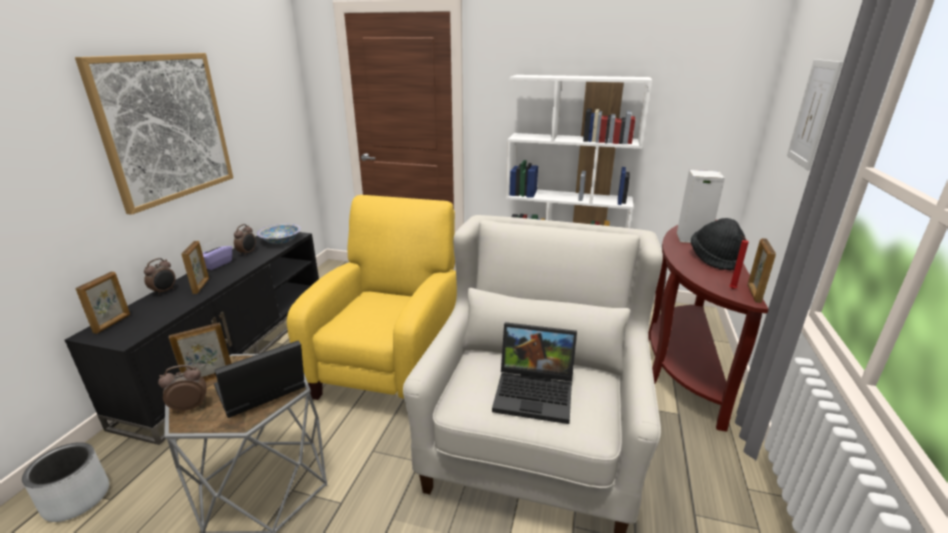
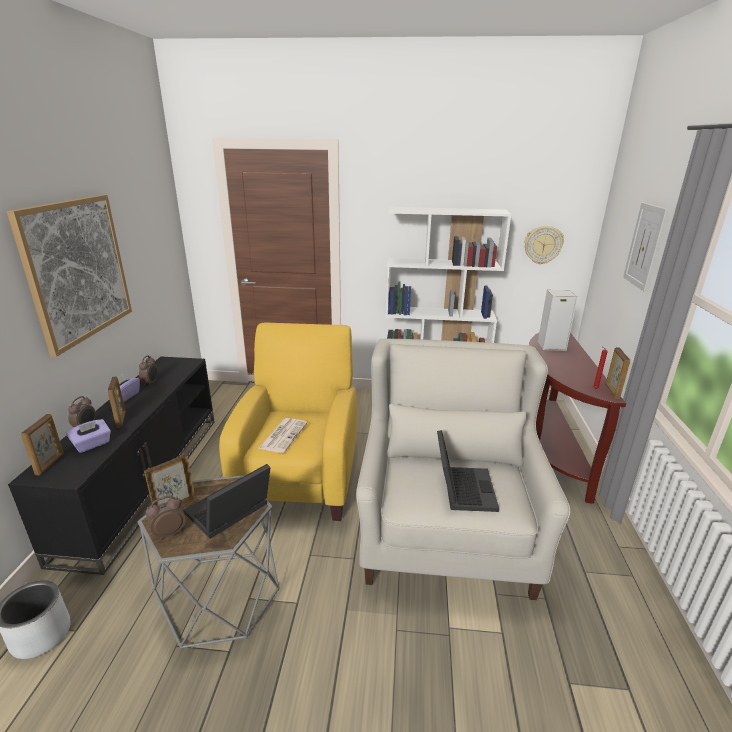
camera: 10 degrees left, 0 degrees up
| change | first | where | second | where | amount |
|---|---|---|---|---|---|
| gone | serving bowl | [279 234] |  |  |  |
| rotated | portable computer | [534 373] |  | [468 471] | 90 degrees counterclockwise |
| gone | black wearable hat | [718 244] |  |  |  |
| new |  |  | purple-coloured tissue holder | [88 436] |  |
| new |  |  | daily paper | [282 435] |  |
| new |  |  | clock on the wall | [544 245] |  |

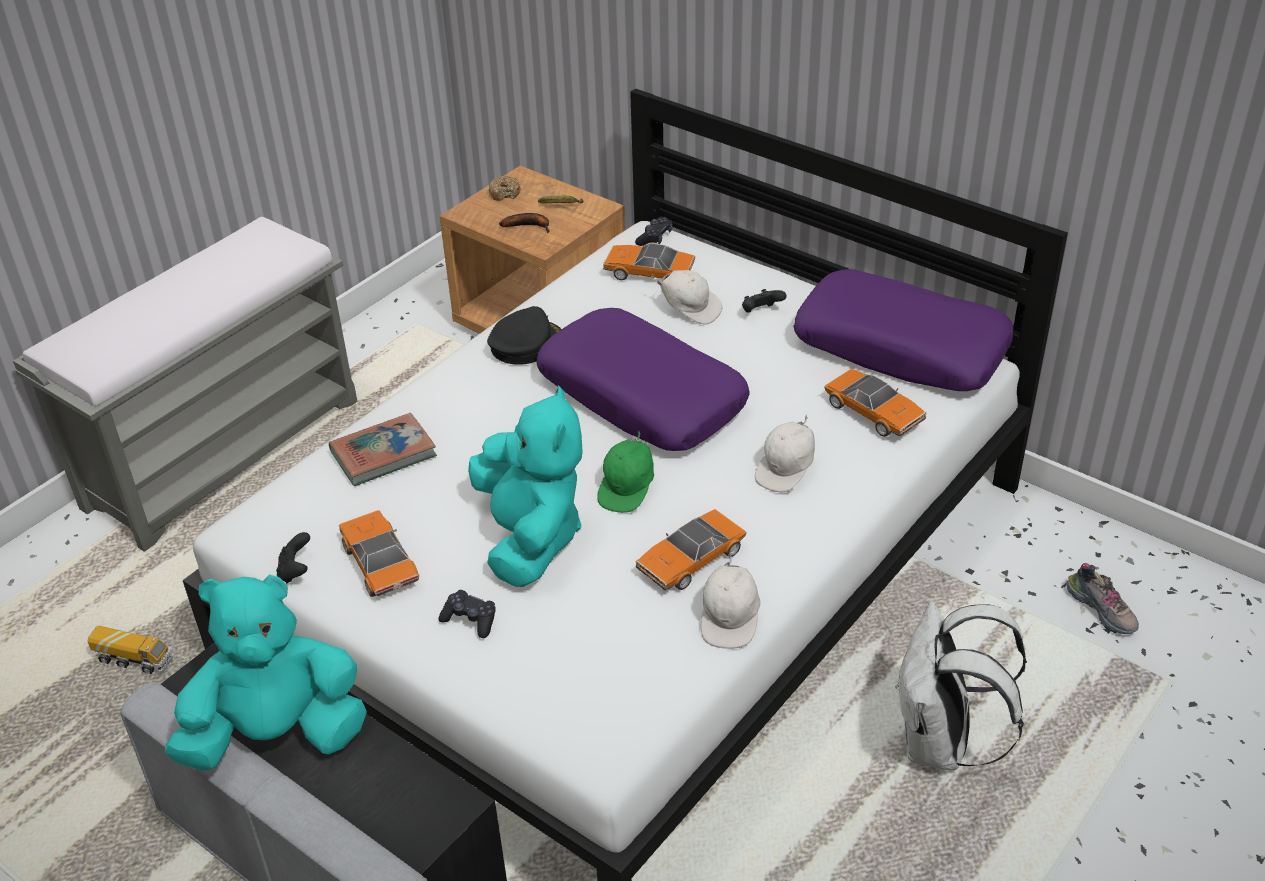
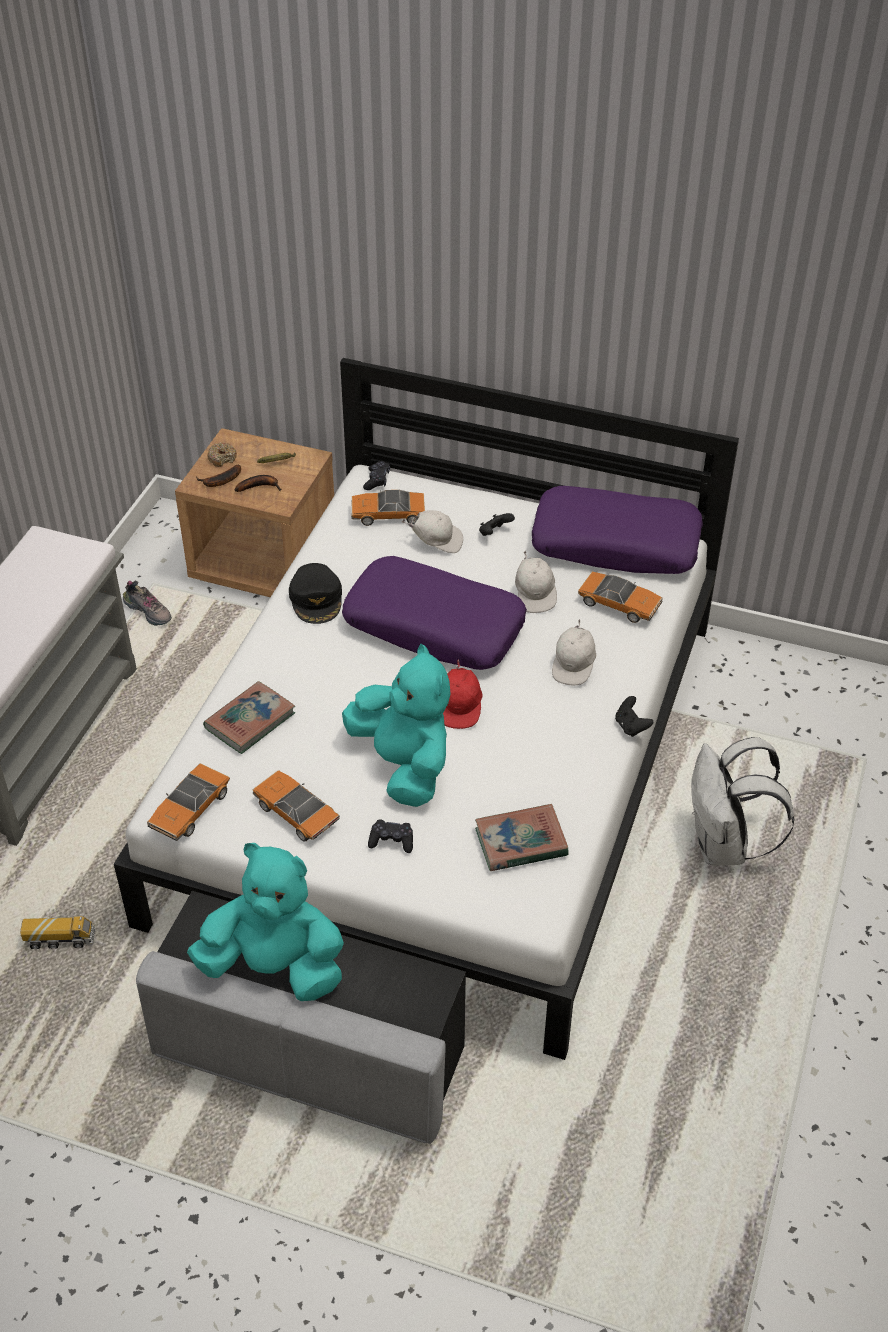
camera: 20 degrees left, 5 degrees up
| change | first | where | second | where | amount |
|---|---|---|---|---|---|
| rotated | turquoise cuddly toy | [266 672] |  | [265 922] | 45 degrees clockwise |
| shifted | black game controller | [293 557] |  | [634 716] |  |
| rotated | black peaked cap | [524 335] |  | [315 593] | 150 degrees clockwise |
| repainted | green-coloured peaked cap | [625 471] | red-coloured peaked cap | [462 694] |  |
| shifted | toy car | [691 549] |  | [188 802] |  |
| shifted | white-coloured peaked cap | [731 601] |  | [536 582] |  |
| shifted | item of footwear | [1102 598] |  | [147 603] |  |
| new |  |  | banana fruit | [218 476] |  |
| new |  |  | volume | [521 837] |  |

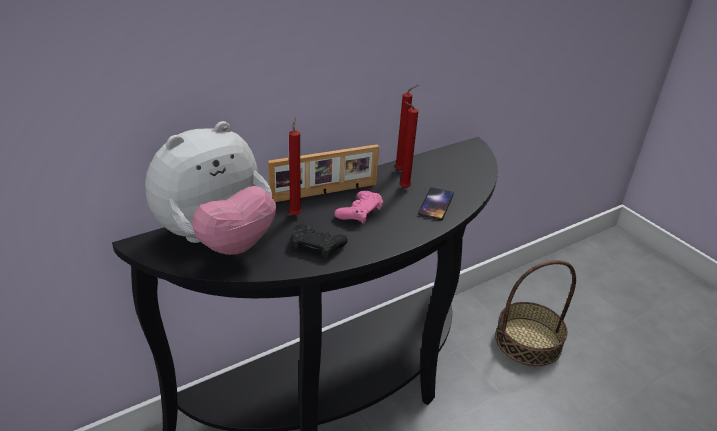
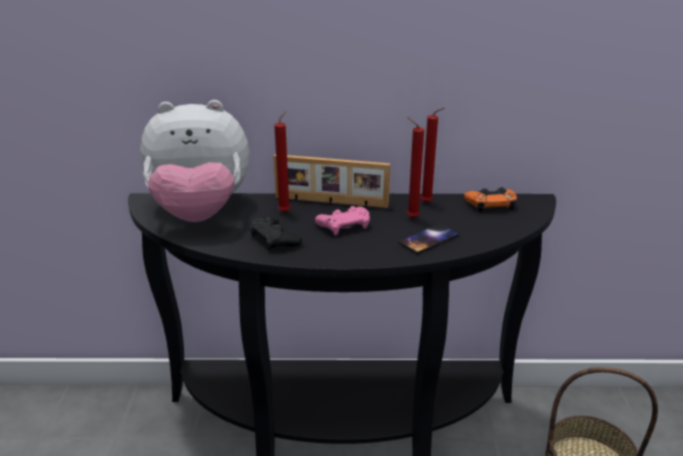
camera: 35 degrees right, 5 degrees down
| change | first | where | second | where | amount |
|---|---|---|---|---|---|
| new |  |  | orange-coloured game controller | [490 199] |  |

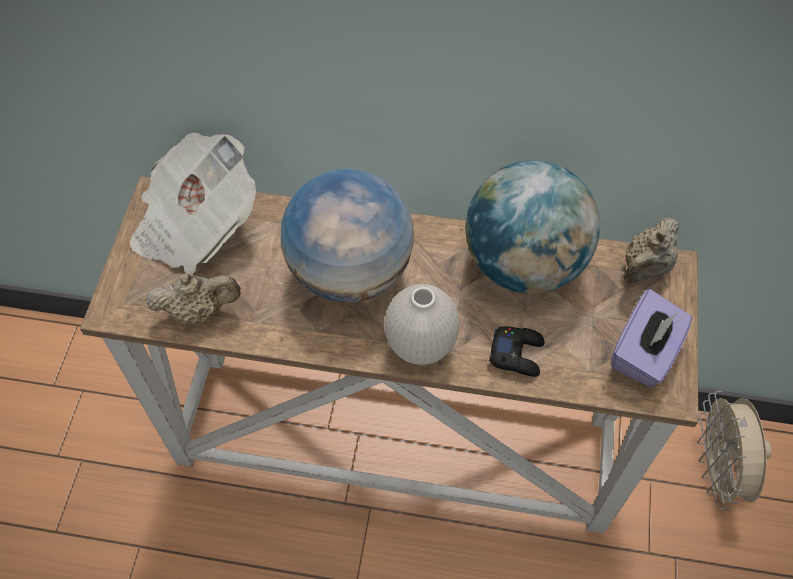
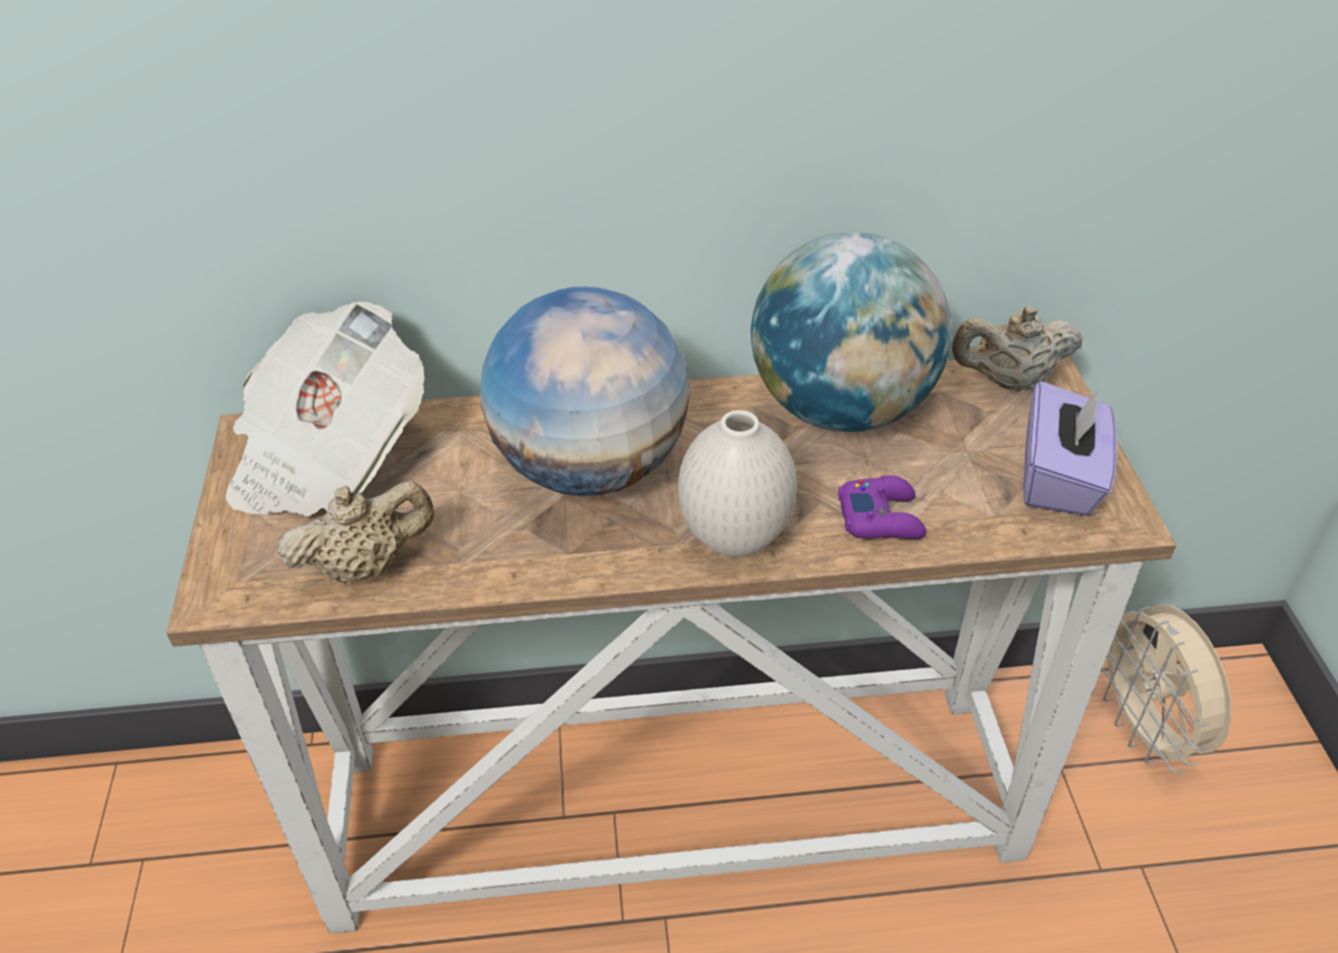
camera: 15 degrees left, 15 degrees down
| change | first | where | second | where | amount |
|---|---|---|---|---|---|
| repainted | black game controller | [517 351] | purple-coloured game controller | [882 507] |  |
| rotated | beige-coloured tea pot | [651 250] |  | [1017 349] | 60 degrees clockwise |

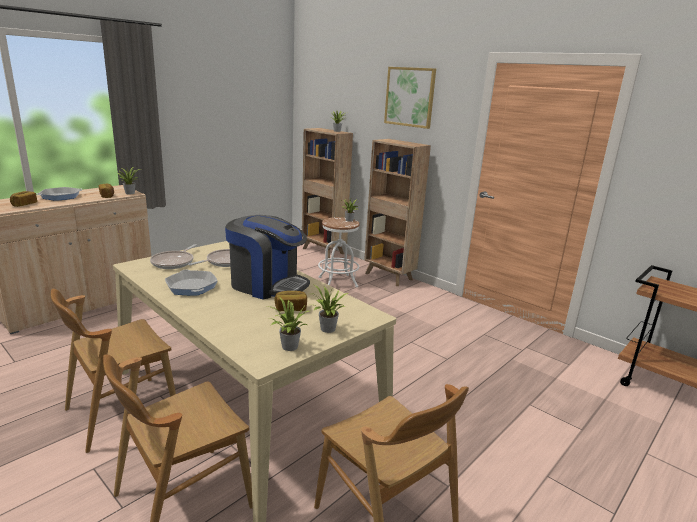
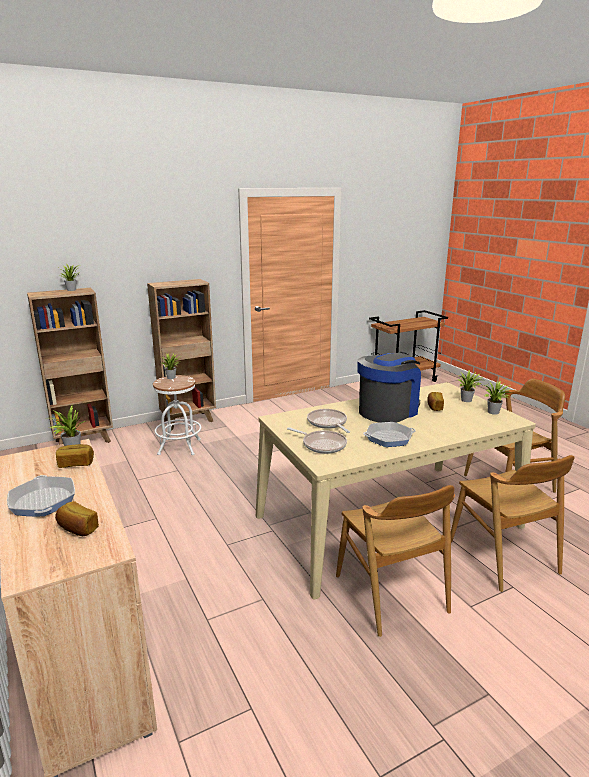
camera: 70 degrees left, 0 degrees up
| change | first | where | second | where | amount |
|---|---|---|---|---|---|
| gone | wall art | [410 98] |  |  |  |

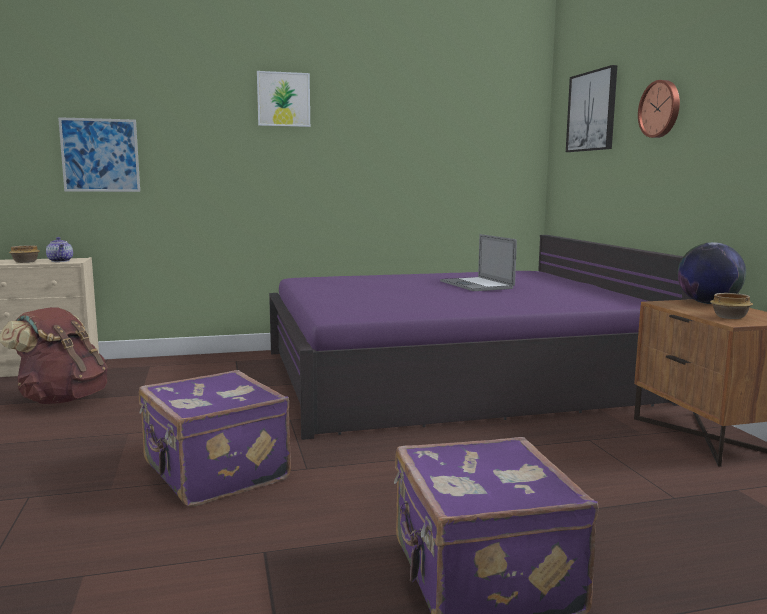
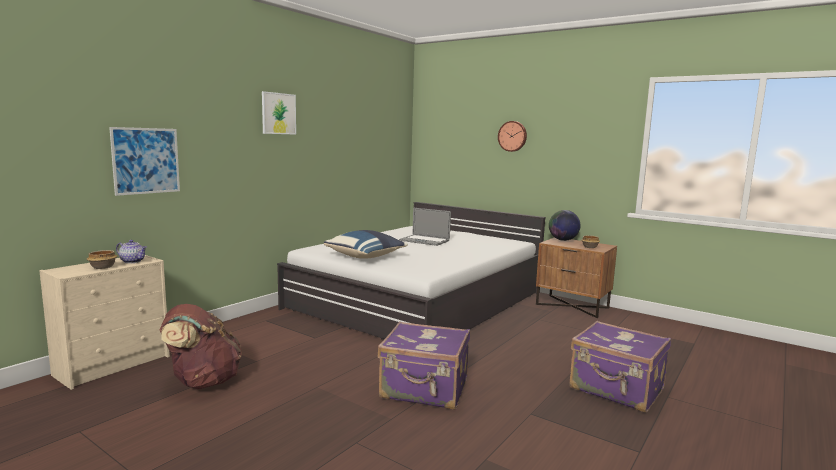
camera: 40 degrees left, 0 degrees up
| change | first | where | second | where | amount |
|---|---|---|---|---|---|
| repainted | purple-coloured sleeping bed | [480 337] | white-coloured sleeping bed | [411 271] |  |
| gone | wall art | [591 108] |  |  |  |
| new |  |  | bluish throw pillow | [366 244] |  |

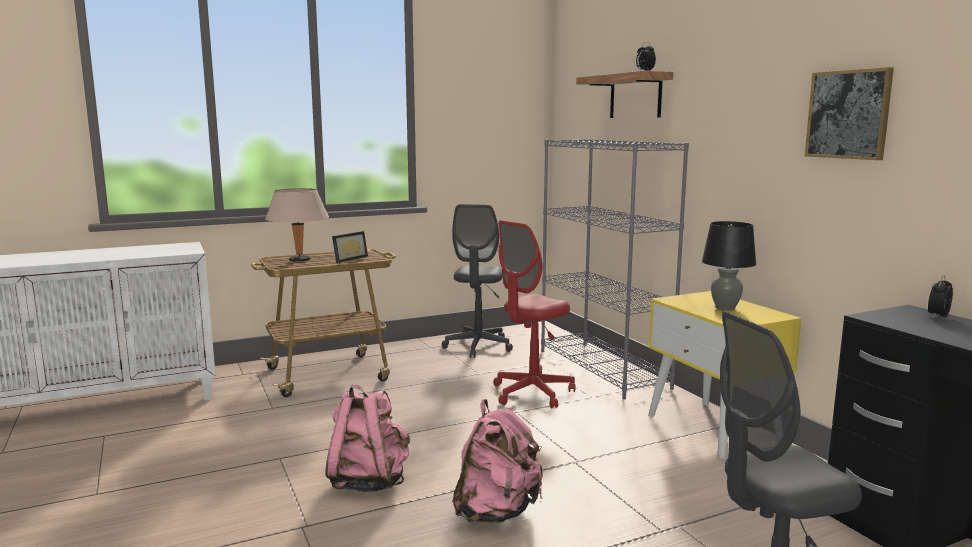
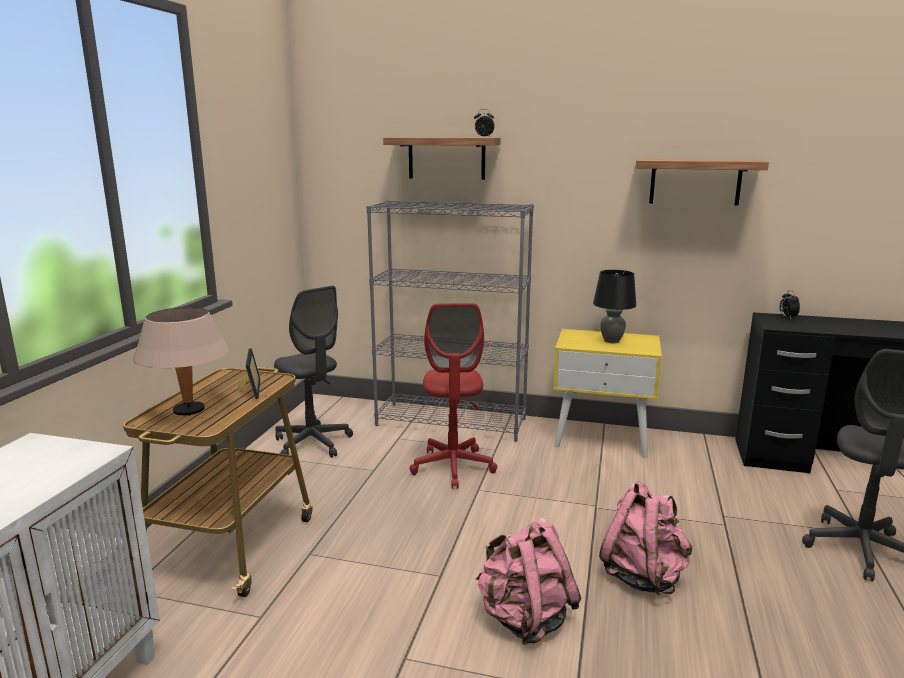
camera: 50 degrees left, 5 degrees up
| change | first | where | second | where | amount |
|---|---|---|---|---|---|
| swapped | wall art | [849 113] | wall shelf | [702 182] |  |

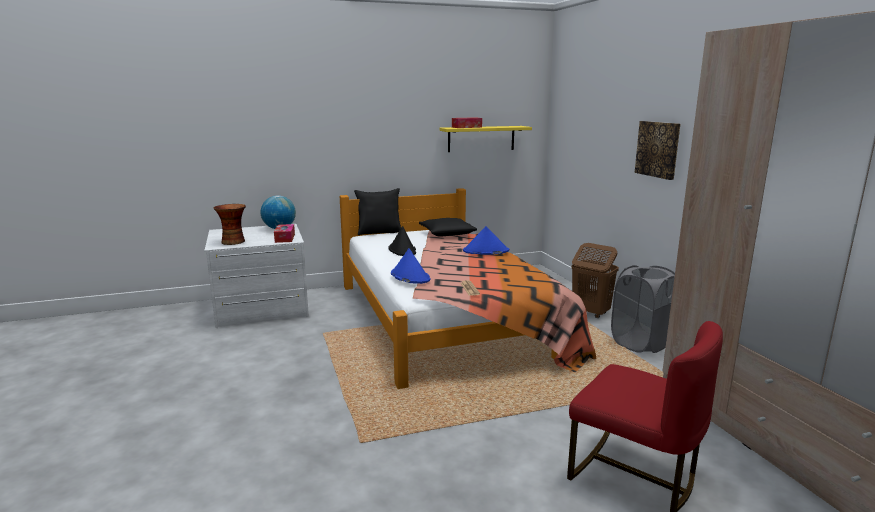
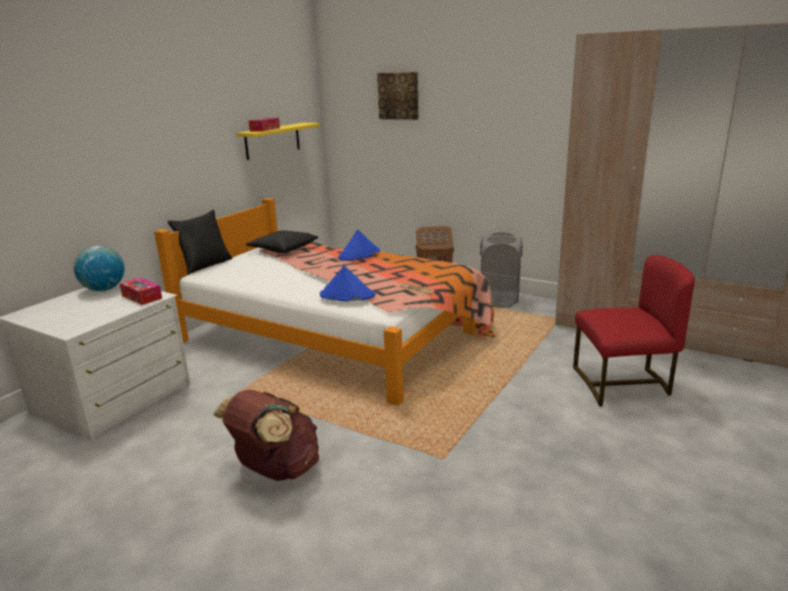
camera: 40 degrees left, 5 degrees up
| change | first | where | second | where | amount |
|---|---|---|---|---|---|
| gone | decorative vase | [229 224] |  |  |  |
| gone | black wearable hat | [402 241] |  |  |  |
| shifted | wall art | [657 150] |  | [398 96] |  |
| new |  |  | brownish backpack | [266 435] |  |

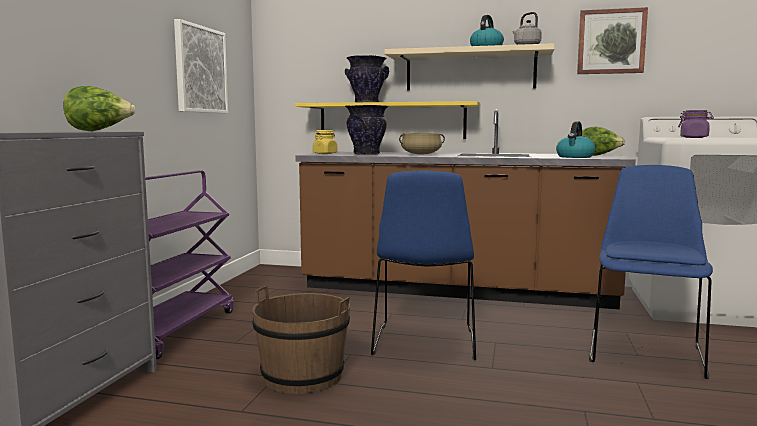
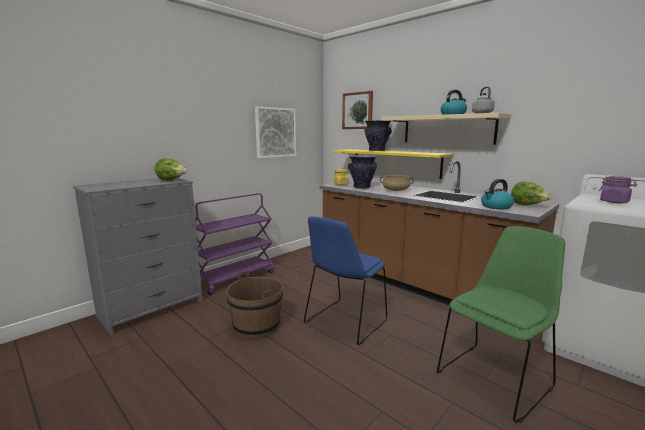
camera: 30 degrees right, 5 degrees up
| change | first | where | second | where | amount |
|---|---|---|---|---|---|
| shifted | wall art | [612 40] |  | [357 110] |  |
| repainted | bluish upright chair | [651 272] | green-coloured upright chair | [501 324] |  |

